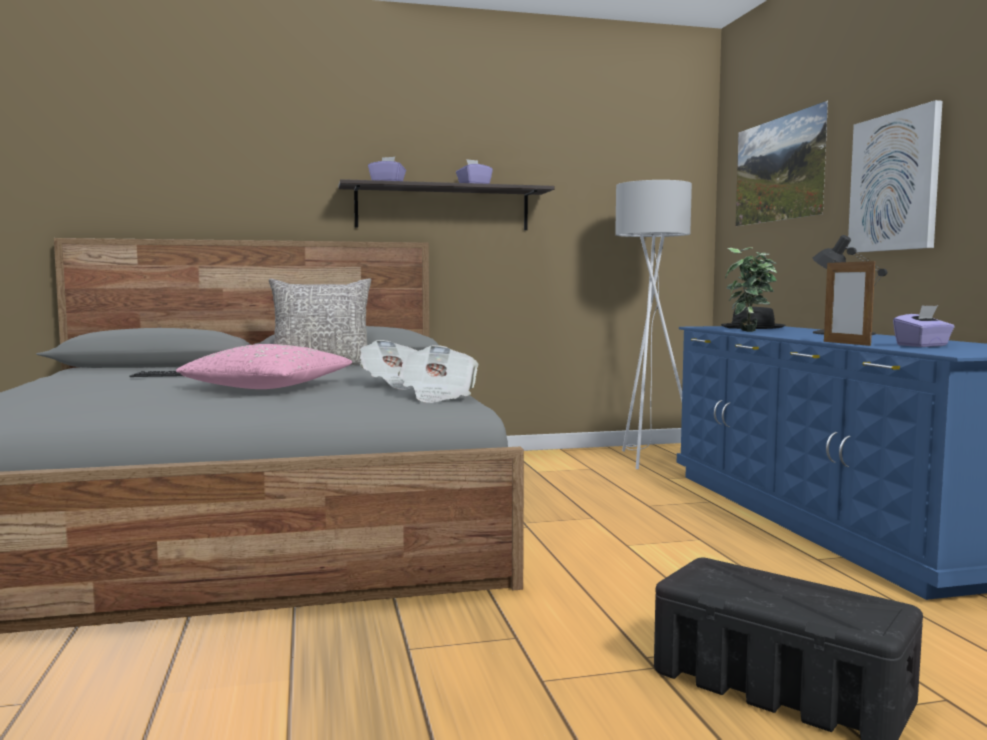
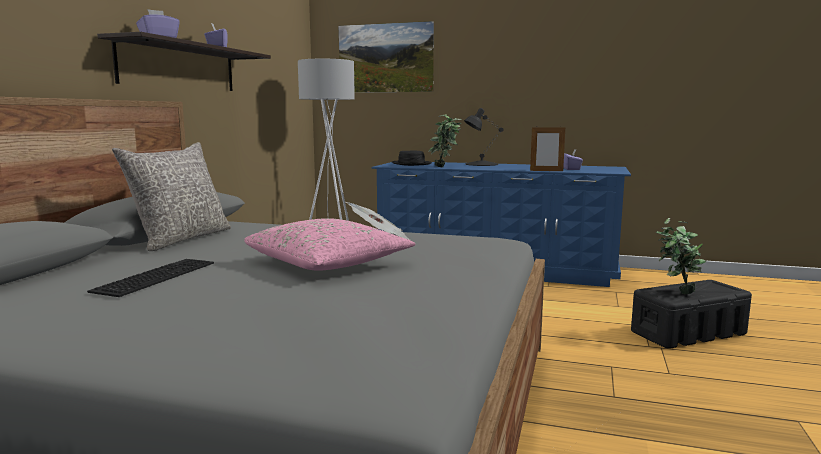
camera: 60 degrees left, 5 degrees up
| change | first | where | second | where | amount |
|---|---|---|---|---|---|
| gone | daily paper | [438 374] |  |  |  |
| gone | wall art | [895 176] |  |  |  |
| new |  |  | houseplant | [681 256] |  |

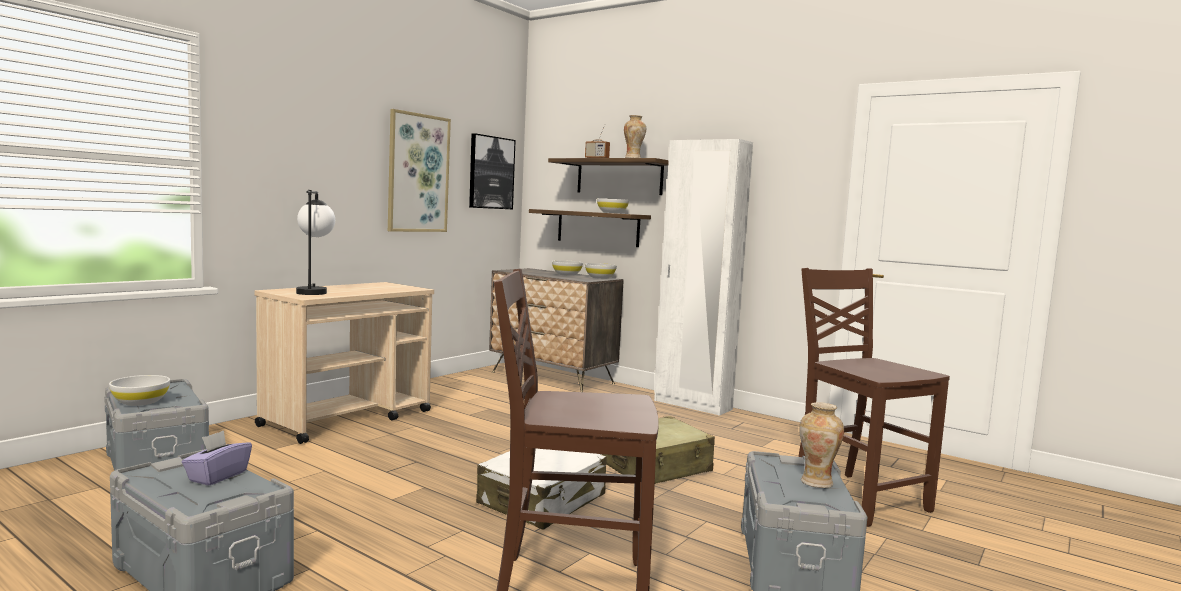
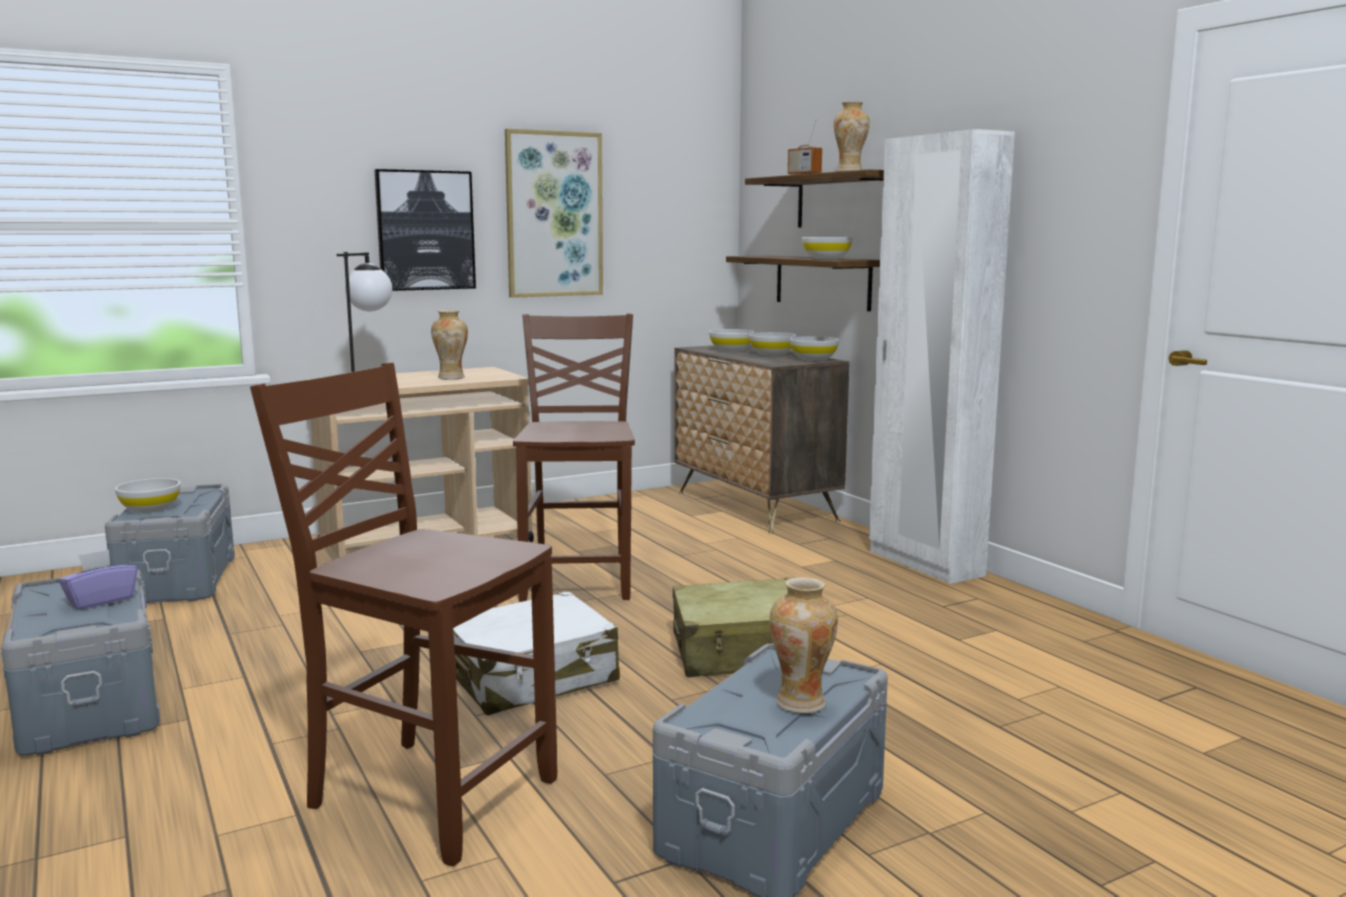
camera: 25 degrees right, 5 degrees up
| change | first | where | second | where | amount |
|---|---|---|---|---|---|
| shifted | wall art | [492 171] |  | [425 230] |  |
| shifted | brownish upright chair | [874 397] |  | [574 458] |  |
| new |  |  | decorative vase | [449 345] |  |
| new |  |  | white-coloured serving bowl | [731 340] |  |

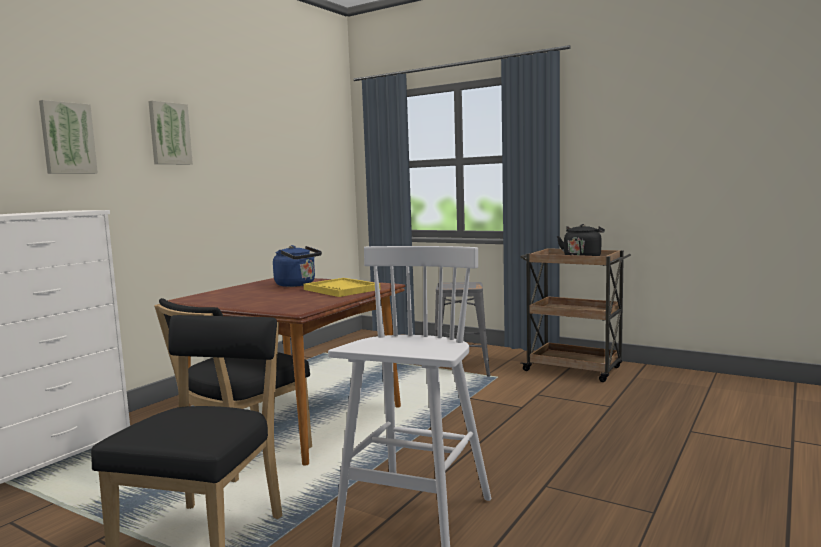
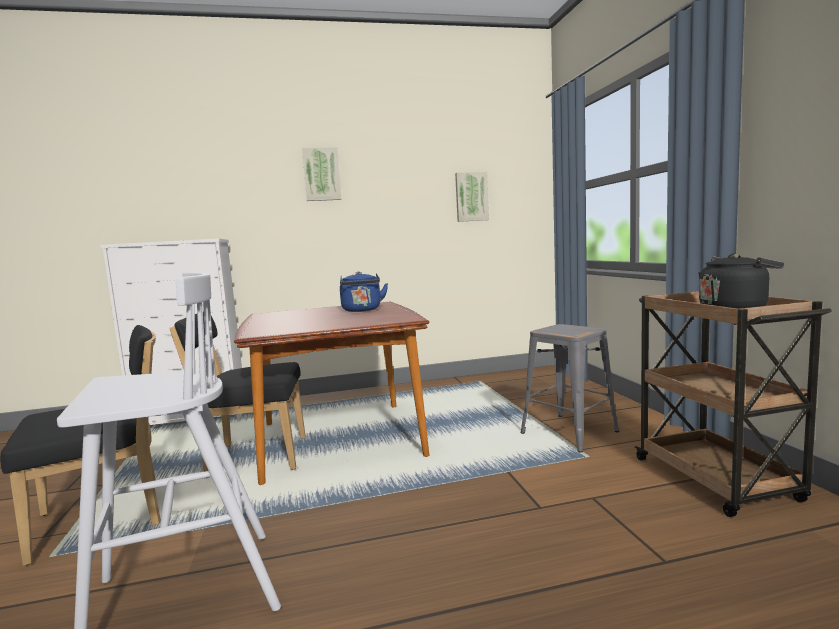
camera: 45 degrees right, 0 degrees up
| change | first | where | second | where | amount |
|---|---|---|---|---|---|
| shifted | wall art | [68 137] |  | [472 197] |  |
| gone | yellow-coloured serving tray | [342 287] |  |  |  |

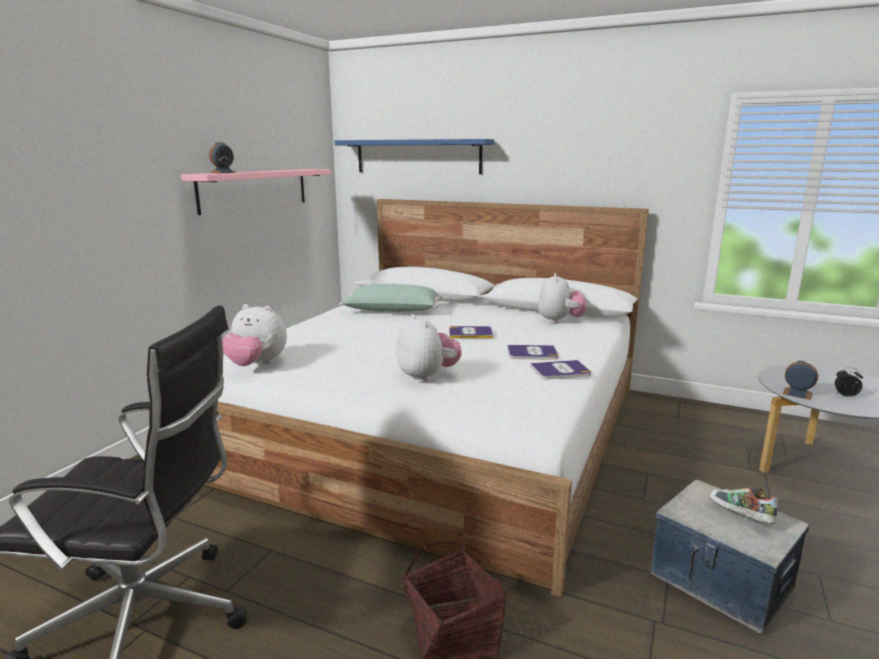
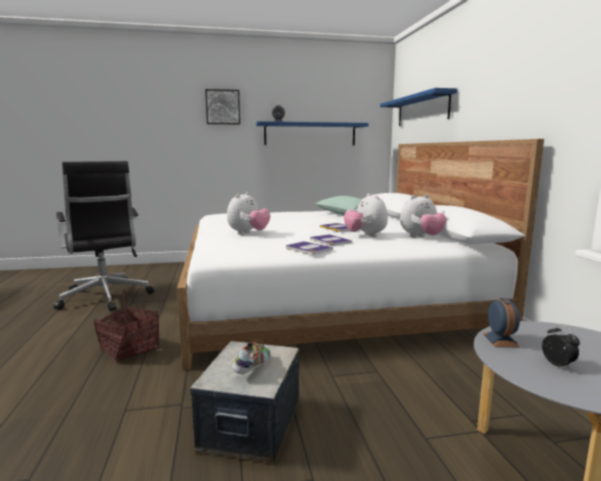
camera: 55 degrees right, 5 degrees down
| change | first | where | second | where | amount |
|---|---|---|---|---|---|
| repainted | pink wall shelf | [256 192] | bluish wall shelf | [312 133] |  |
| shifted | cuddly toy | [254 335] |  | [366 215] |  |
| new |  |  | wall art | [222 107] |  |

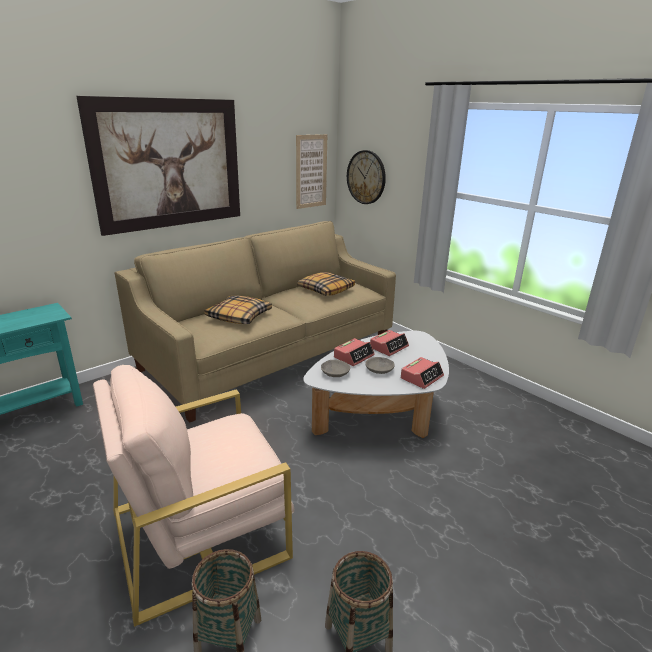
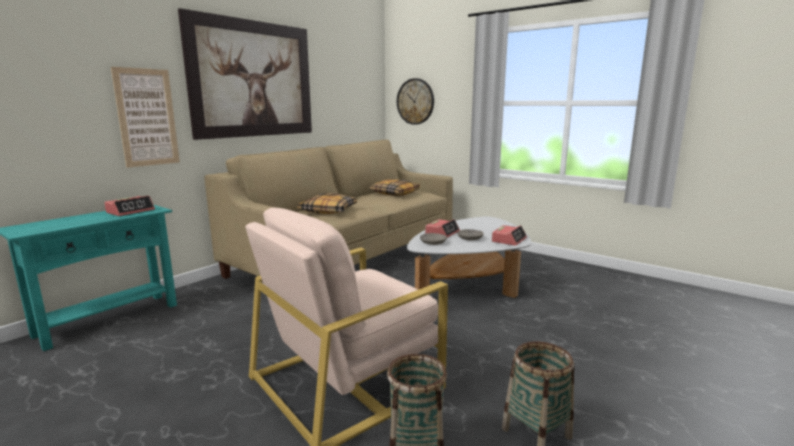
camera: 10 degrees left, 10 degrees down
| change | first | where | second | where | amount |
|---|---|---|---|---|---|
| shifted | wall art | [311 171] |  | [145 117] |  |
| shifted | alarm clock | [389 343] |  | [129 206] |  |

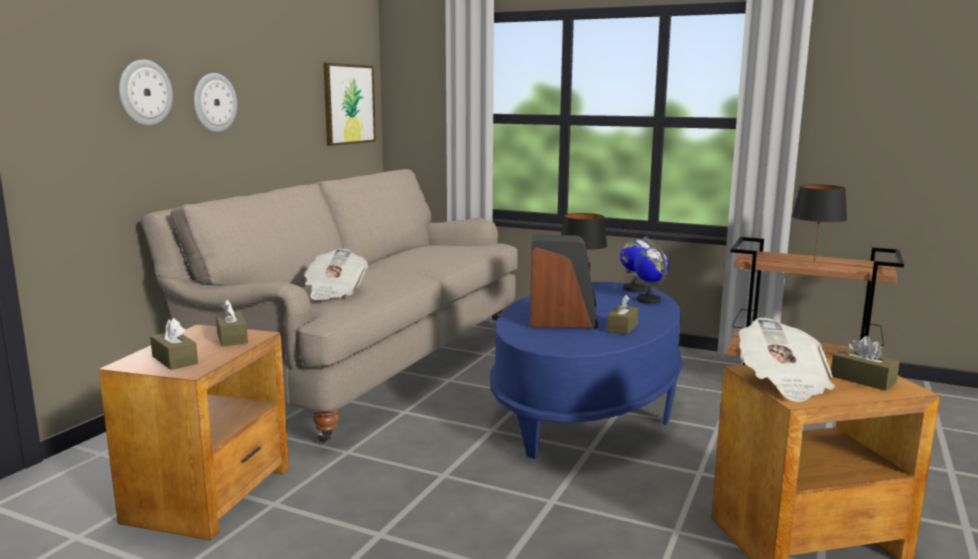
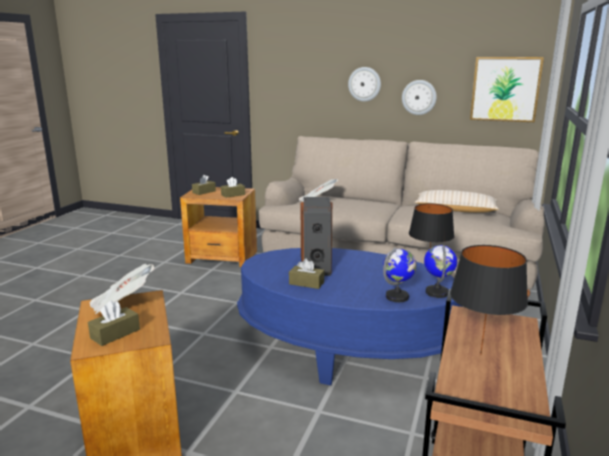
camera: 85 degrees right, 5 degrees up
| change | first | where | second | where | amount |
|---|---|---|---|---|---|
| shifted | clock on the wall | [146 92] |  | [419 97] |  |
| new |  |  | beige-coloured throw pillow | [457 201] |  |

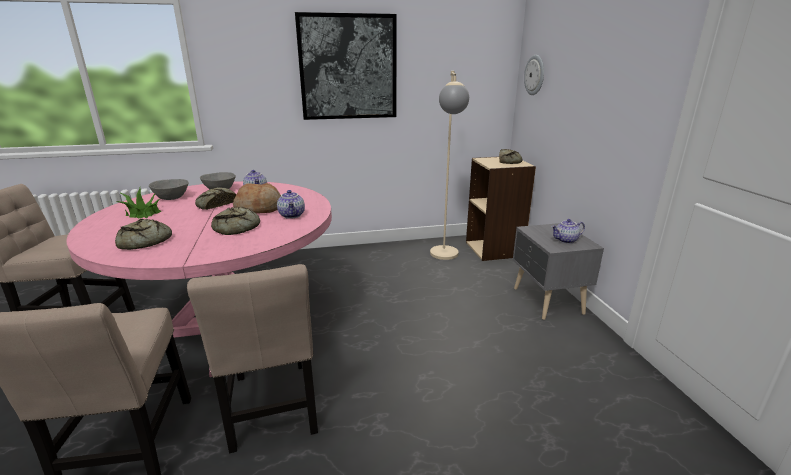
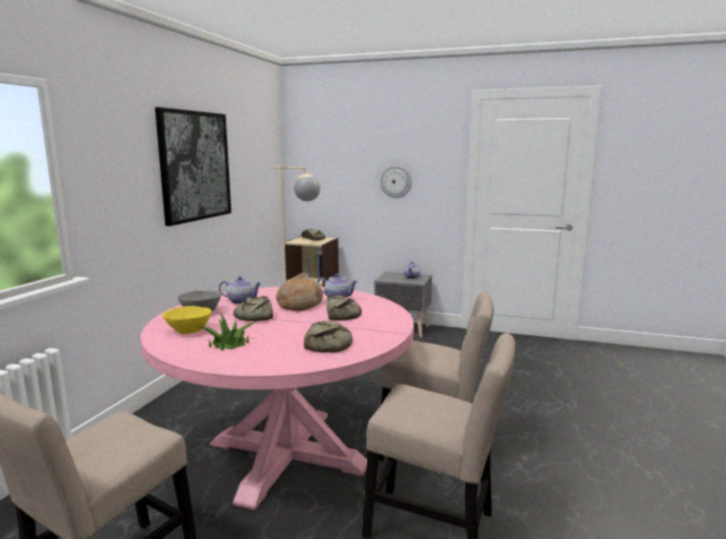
camera: 60 degrees left, 10 degrees down
| change | first | where | second | where | amount |
|---|---|---|---|---|---|
| repainted | grey serving bowl | [169 189] | yellow-coloured serving bowl | [187 320] |  |
| shifted | clock on the wall | [534 75] |  | [396 181] |  |

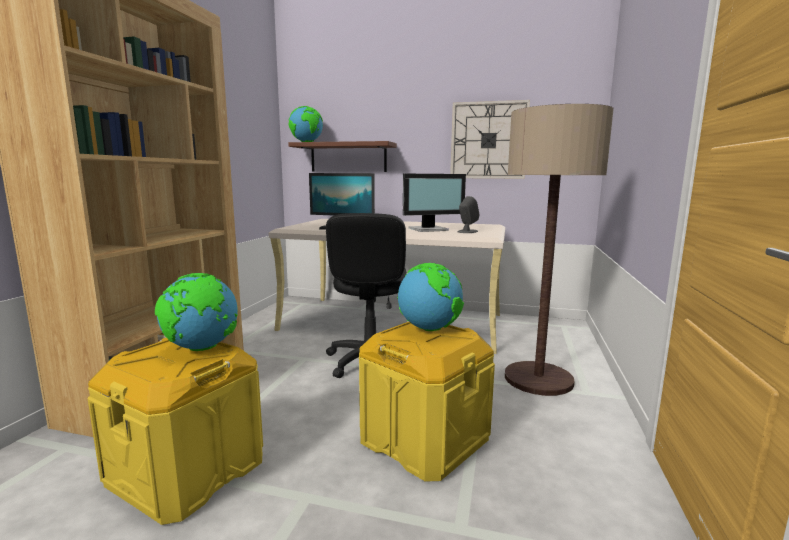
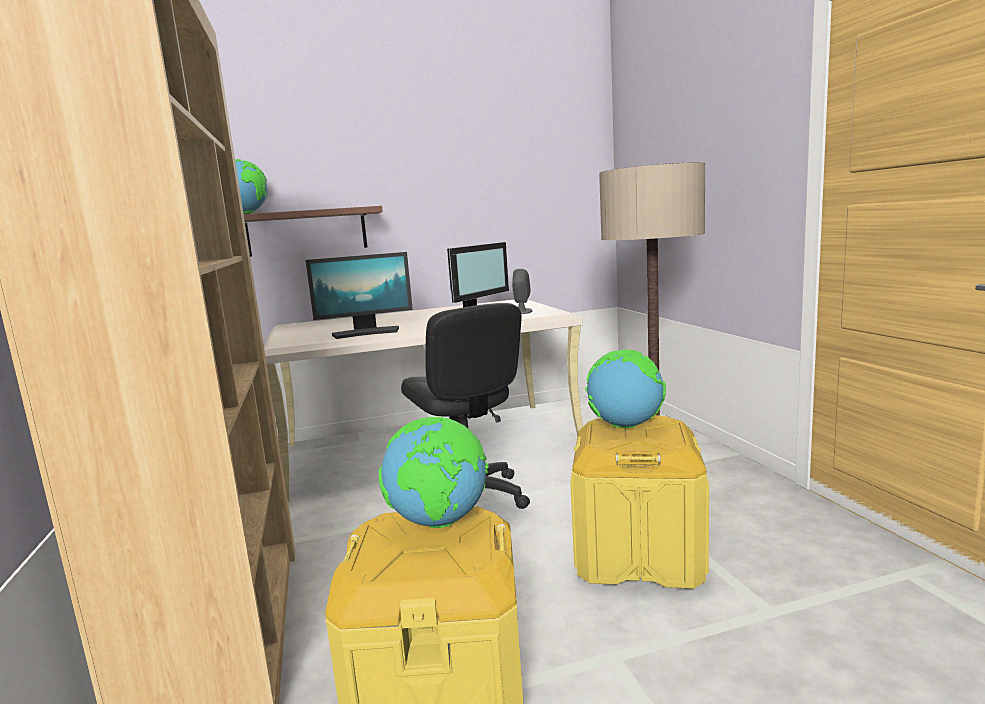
camera: 30 degrees left, 0 degrees up
| change | first | where | second | where | amount |
|---|---|---|---|---|---|
| gone | clock on the wall | [490 139] |  |  |  |

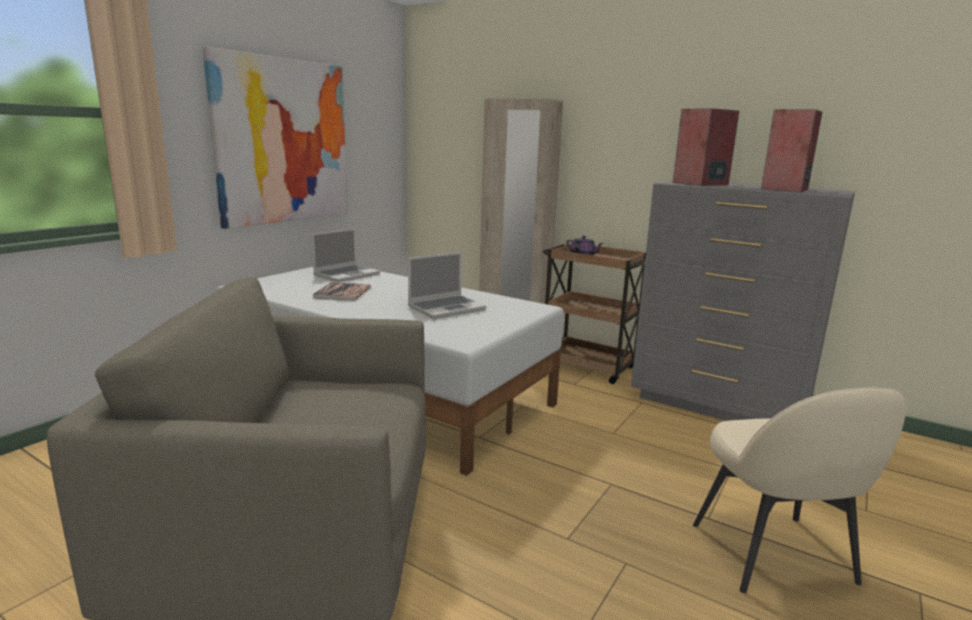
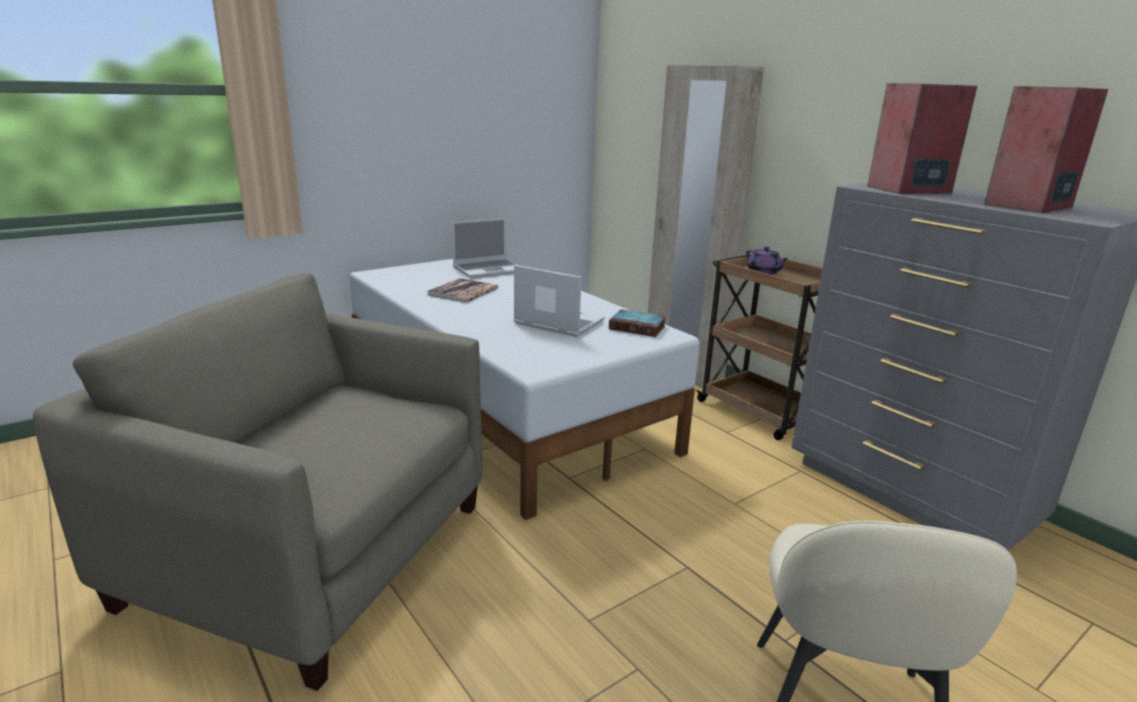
camera: 20 degrees right, 5 degrees up
| change | first | where | second | where | amount |
|---|---|---|---|---|---|
| gone | wall art | [275 138] |  |  |  |
| rotated | portable computer | [447 285] |  | [558 301] | 135 degrees counterclockwise |
| new |  |  | volume | [637 323] |  |

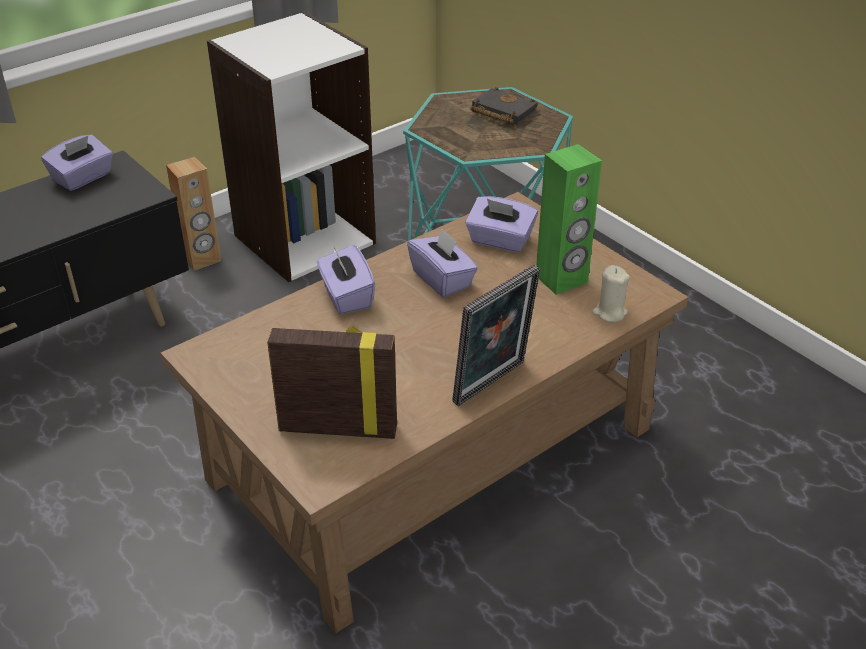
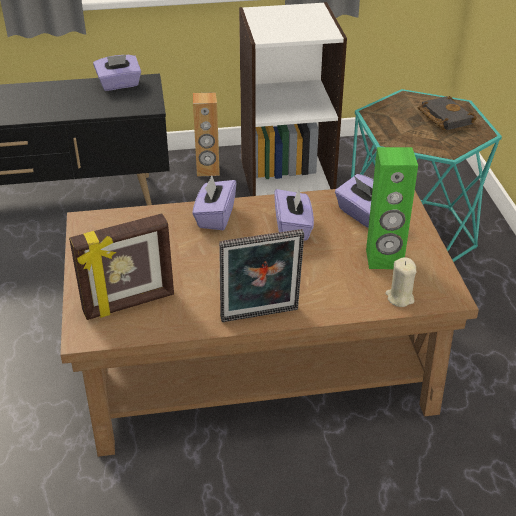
camera: 30 degrees right, 0 degrees up
| change | first | where | second | where | amount |
|---|---|---|---|---|---|
| rotated | photo frame | [332 382] |  | [121 267] | 120 degrees clockwise |

